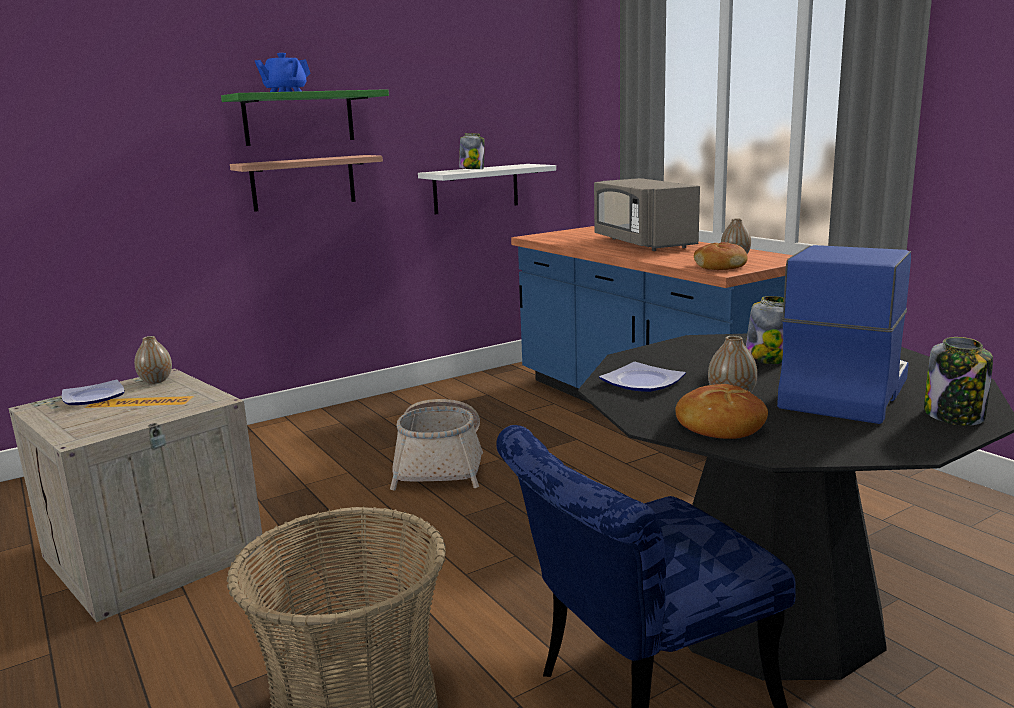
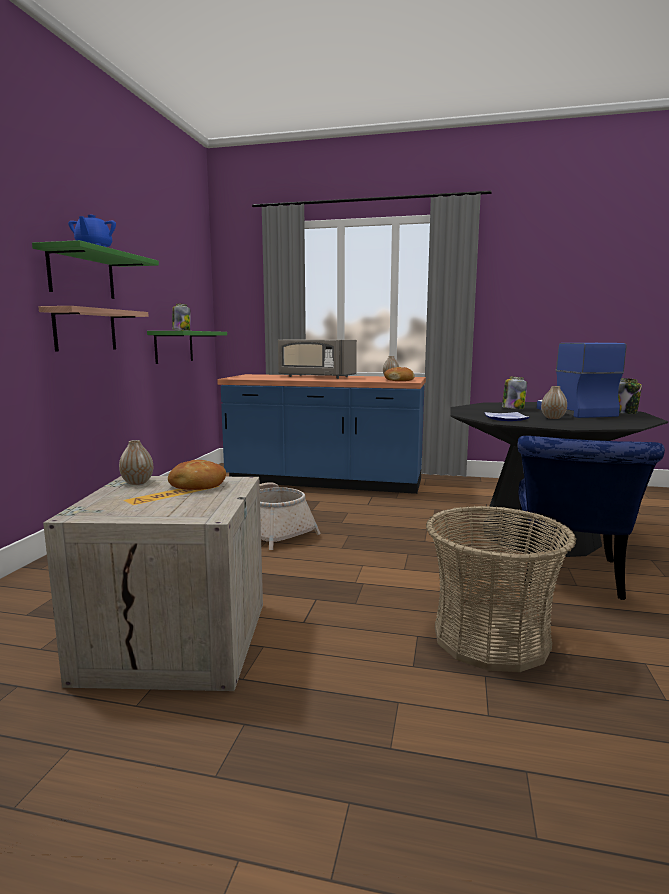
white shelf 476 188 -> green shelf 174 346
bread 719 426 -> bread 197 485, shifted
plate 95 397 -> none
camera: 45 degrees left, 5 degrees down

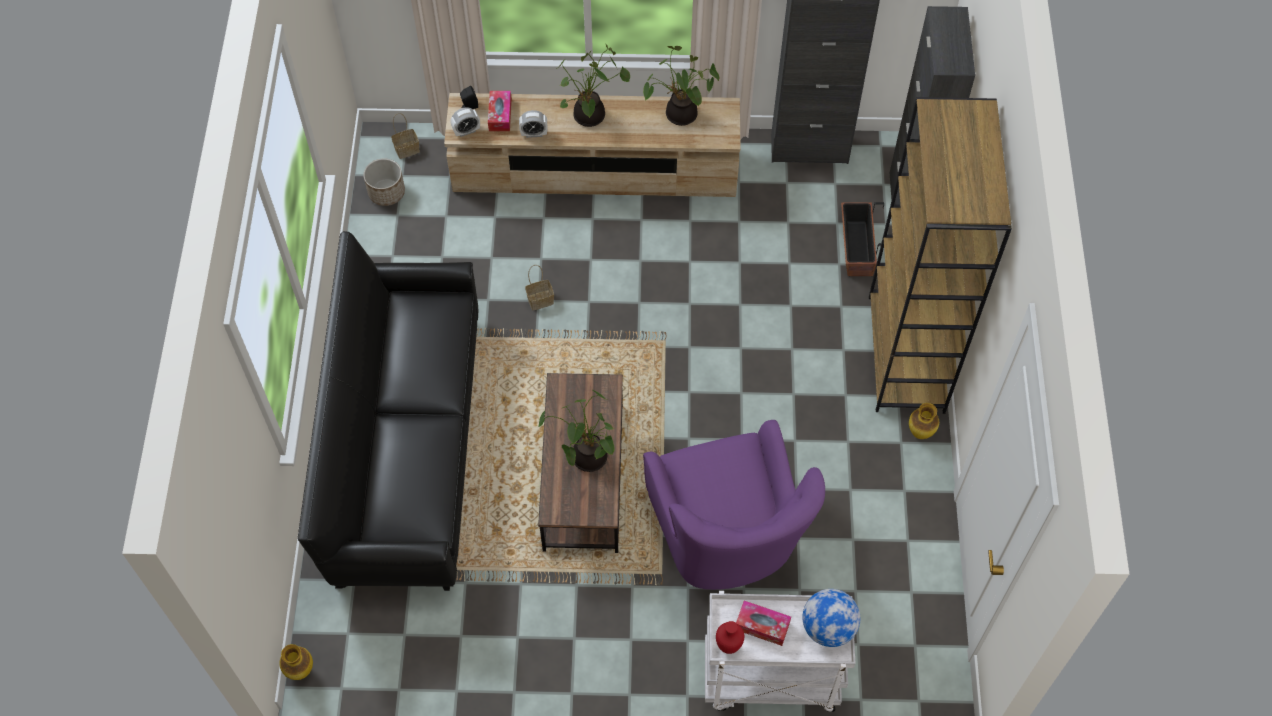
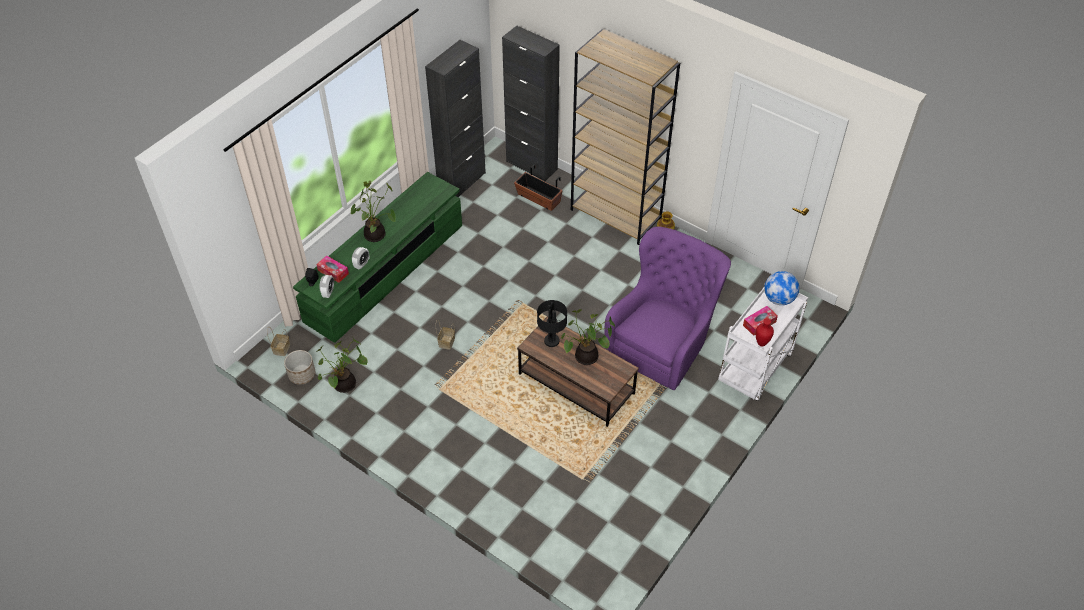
beige tv stand 595 170 -> green tv stand 385 273
potted plant 679 116 -> potted plant 345 386, shifted
none -> black table lamp 552 341
purple armchair 726 539 -> purple armchair 662 343, 75 degrees counterclockwise
vase 300 671 -> none
black sofa 407 447 -> none
camera: 55 degrees left, 10 degrees down

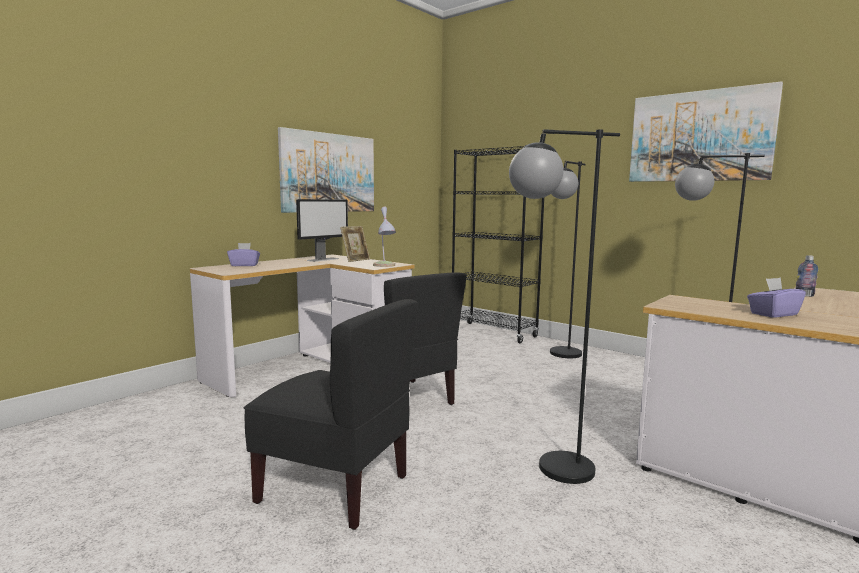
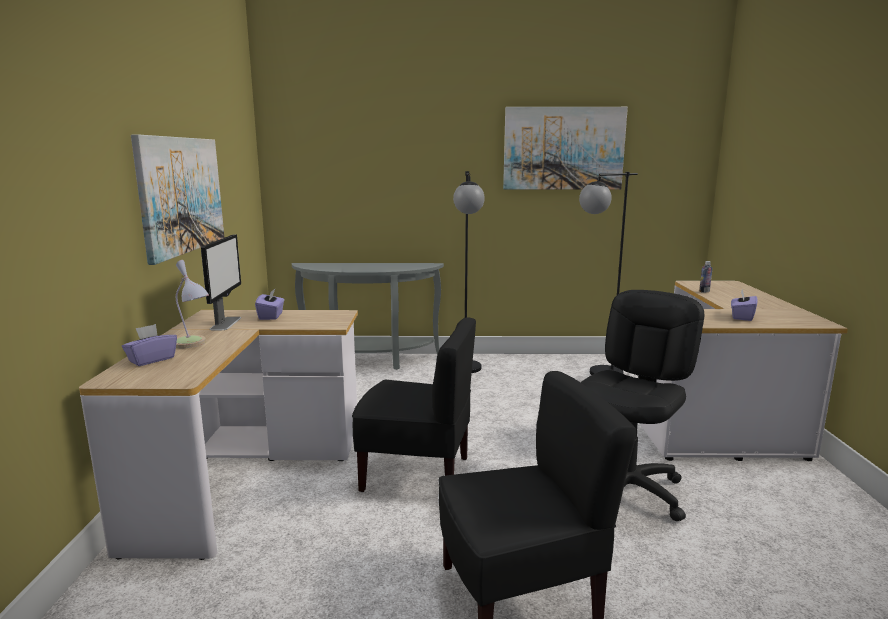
table lamp 385 266 -> table lamp 193 344, shifted
picture frame 355 260 -> purple tissue box 271 316
black bookcase 493 333 -> grey console table 368 361
black floor lamp 548 471 -> black office chair 626 491
camera: 40 degrees left, 5 degrees up

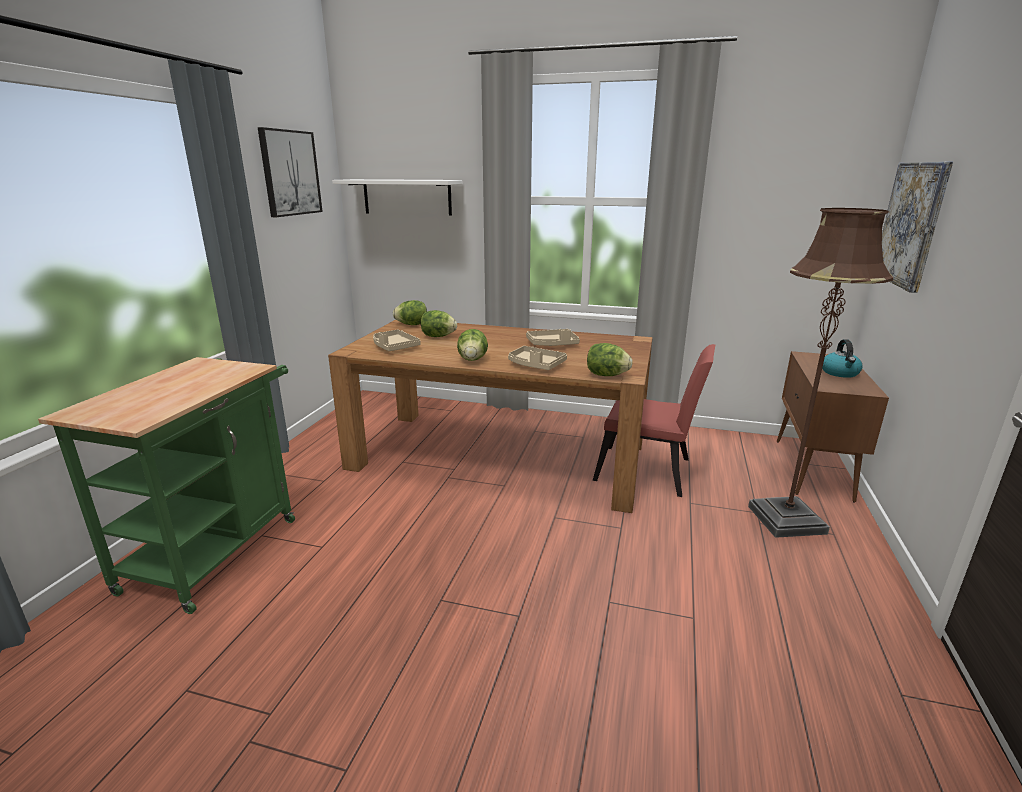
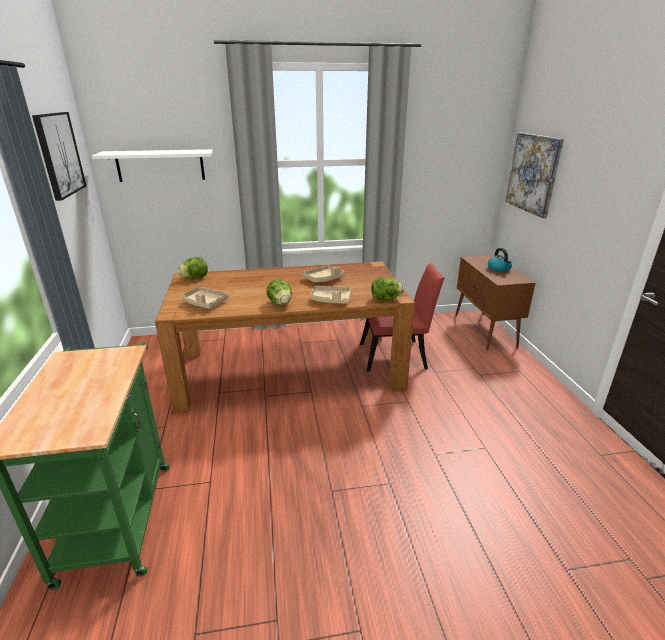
lettuce 438 336 -> none
brown floor lamp 786 520 -> none
camera: 25 degrees left, 5 degrees up

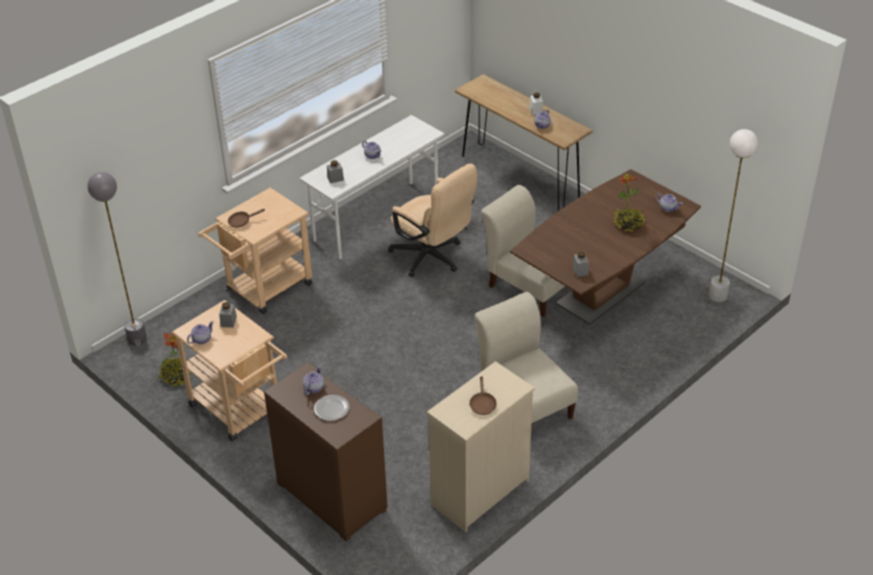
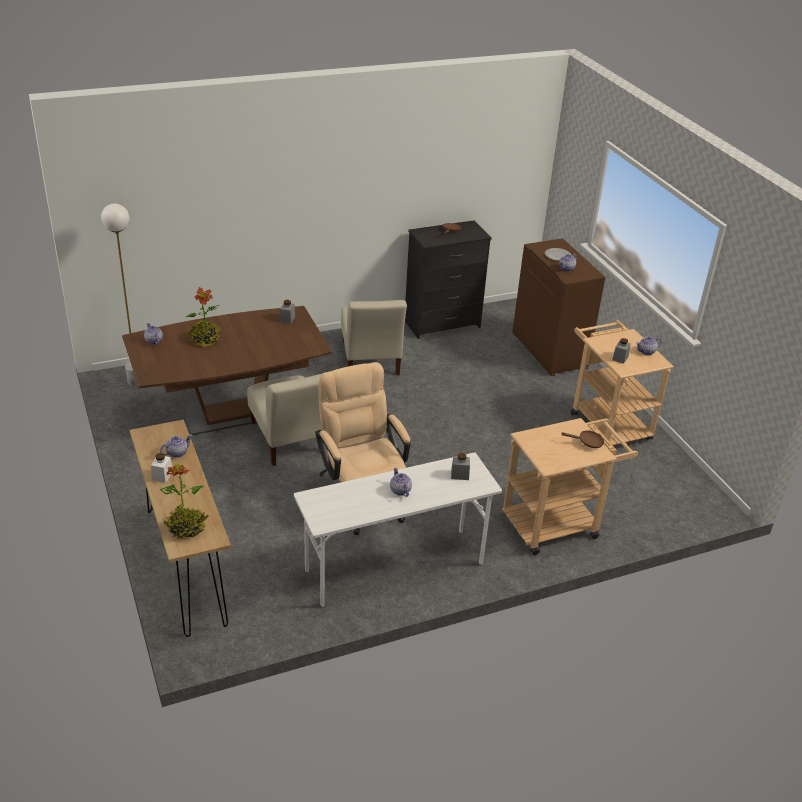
potted plant 176 377 -> potted plant 186 528, shifted
beige dresser 479 493 -> black dresser 443 324
grey floor lamp 137 339 -> none
camera: 160 degrees left, 5 degrees down

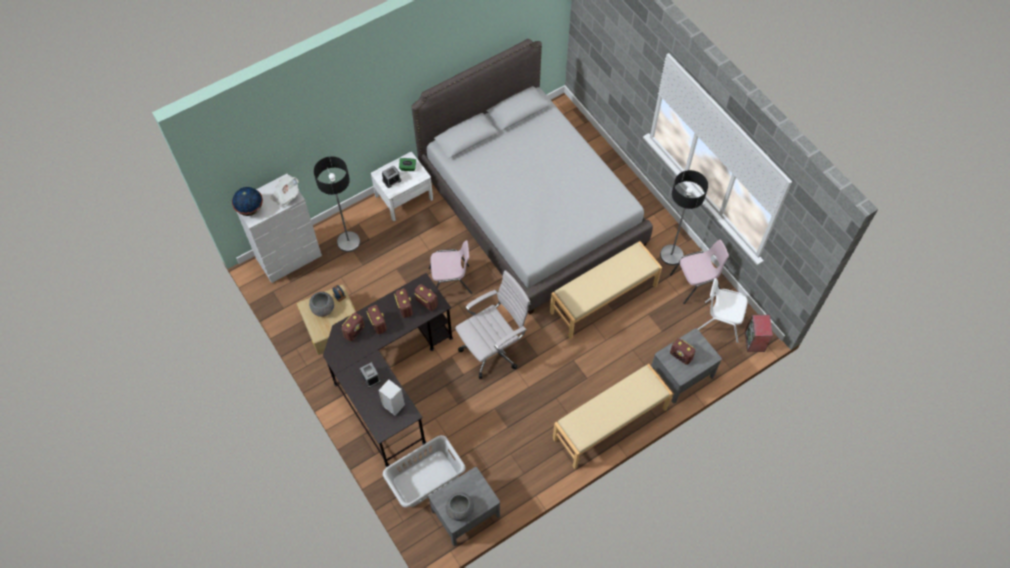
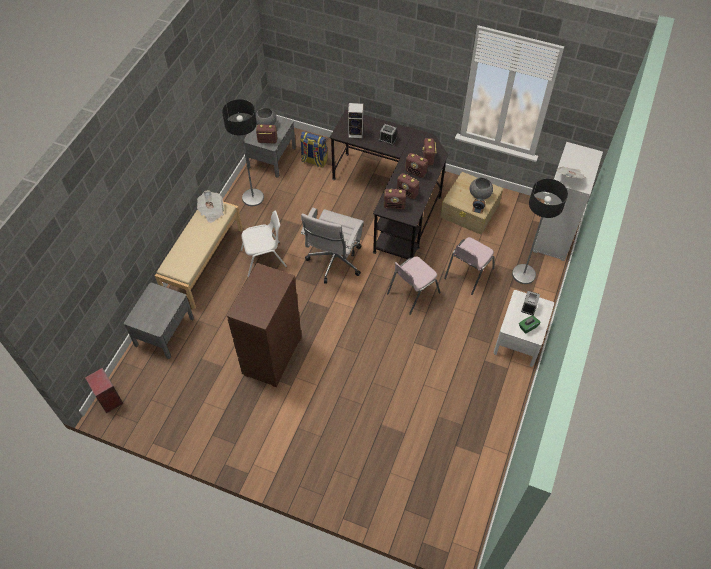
none -> newspaper 211 211
floor lamp 671 254 -> floor lamp 253 198, shifted
beige bench 603 298 -> brown dresser 272 356
white chair 720 321 -> white chair 264 259, shifted
radio 681 356 -> radio 267 141, shifted
grey laundry basket 426 479 -> backpack 314 161
pink chair 696 284 -> pink chair 468 274, shifted
globe 250 209 -> none
grey bed 531 208 -> none
camera: 145 degrees right, 5 degrees down

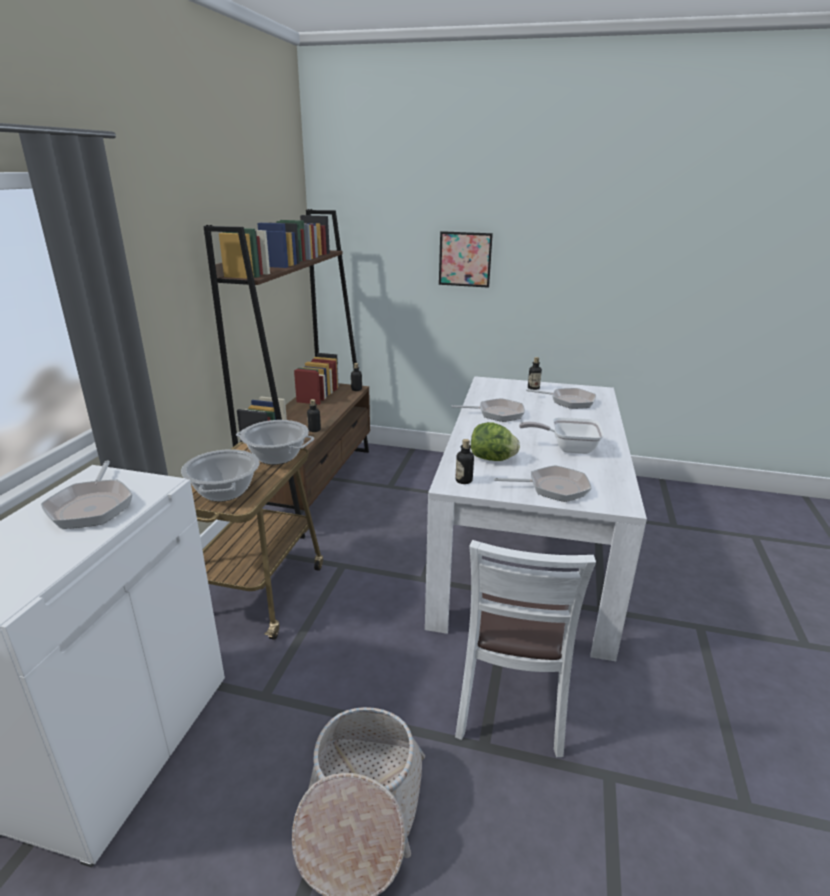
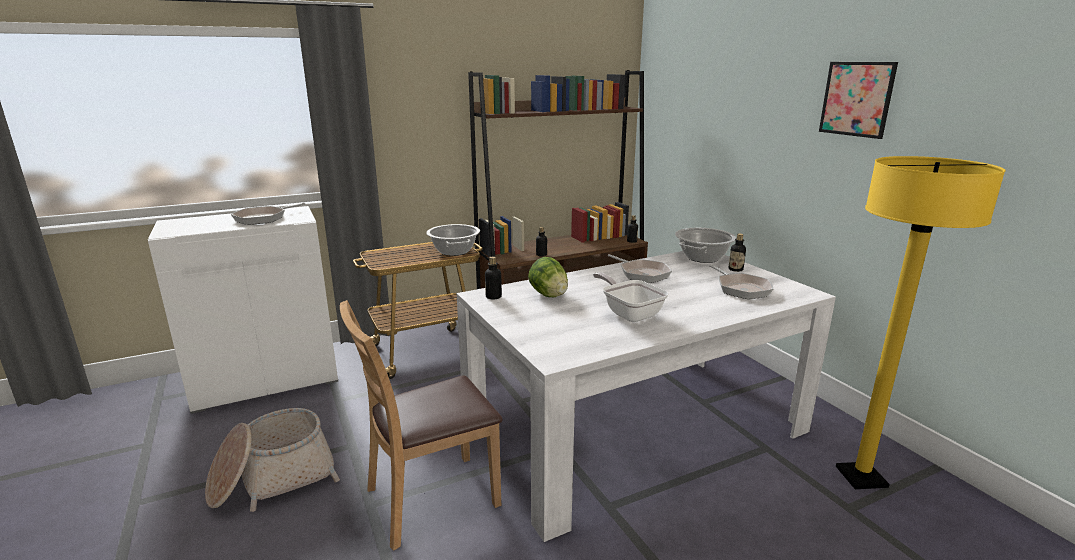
white chair 511 699 -> brown chair 431 498
cooking pot 224 491 -> cooking pot 702 257, shifted
picture 465 259 -> picture 856 99, shifted
none -> yellow floor lamp 861 477
frying pan 553 488 -> none
camera: 50 degrees right, 5 degrees down

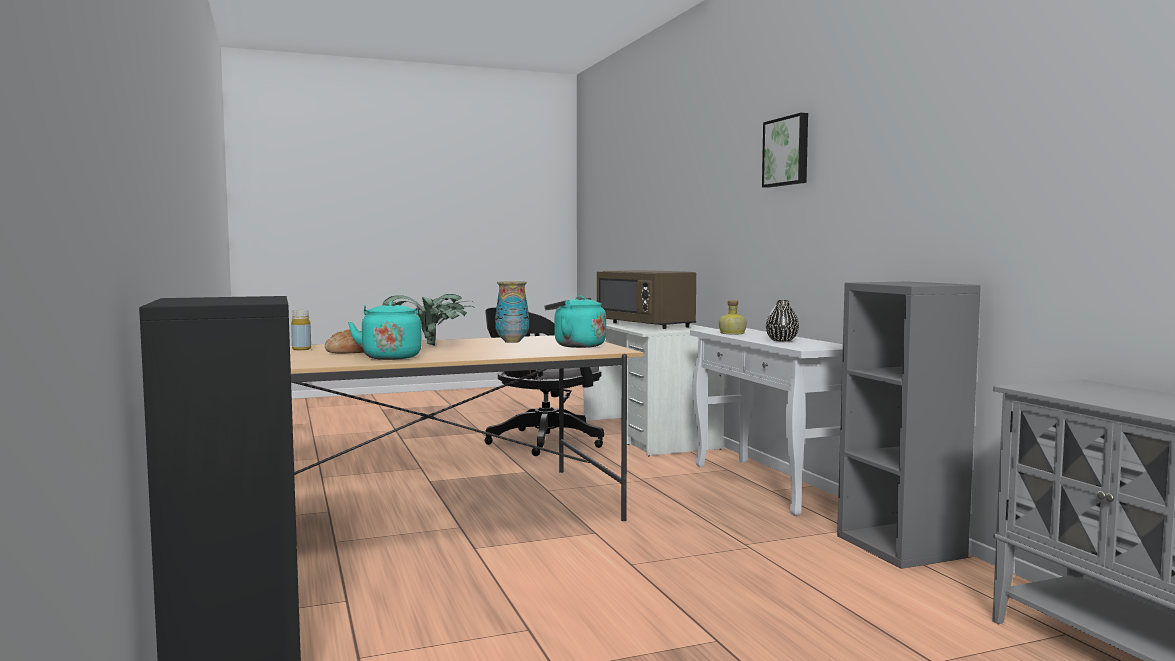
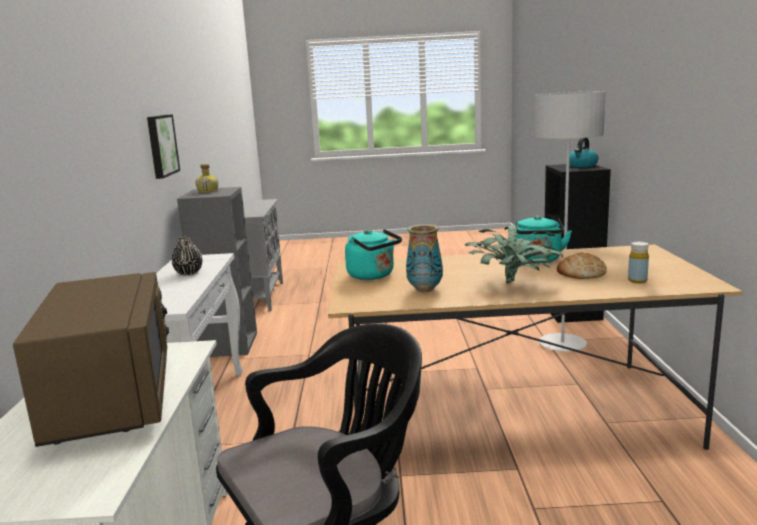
picture 787 151 -> picture 160 145, shifted
bottle 732 333 -> bottle 208 191, shifted
none -> grey floor lamp 562 344
none -> kettle 582 165
camera: 160 degrees left, 10 degrees up

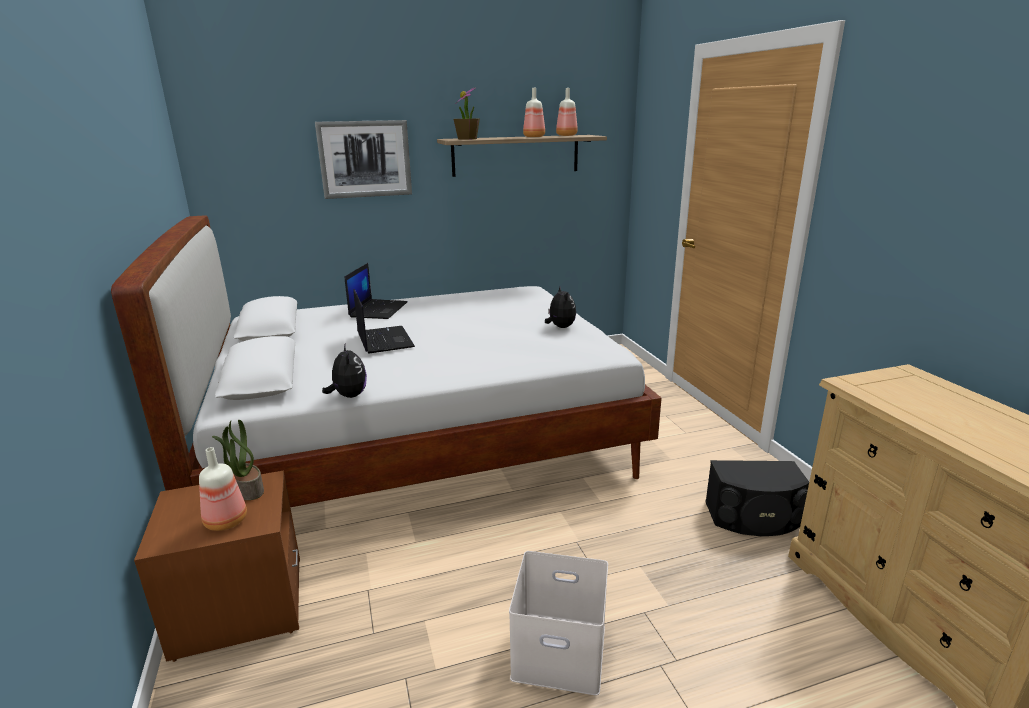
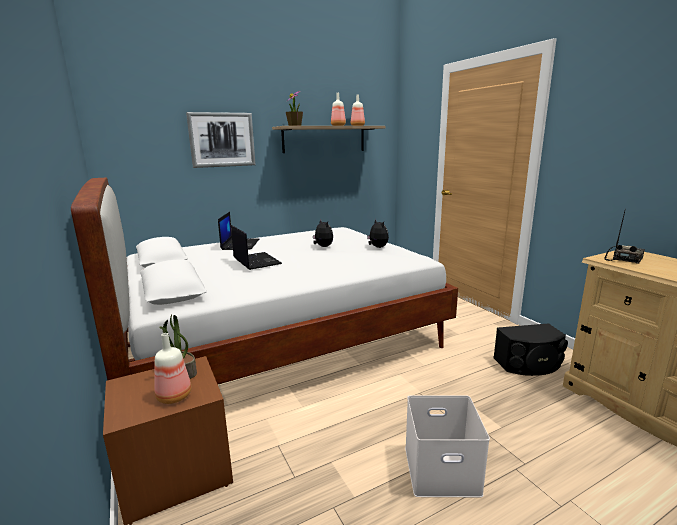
plush toy 348 396 -> plush toy 323 246, shifted
none -> radio 623 259
camera: 10 degrees left, 5 degrees down

